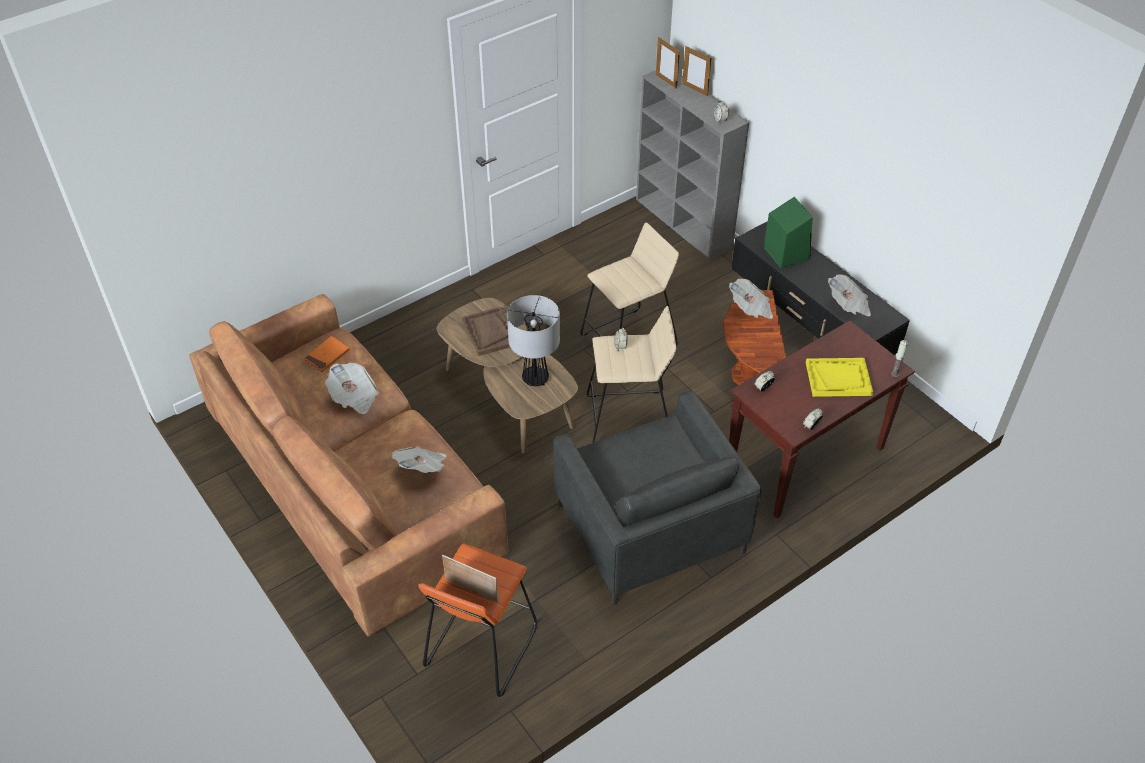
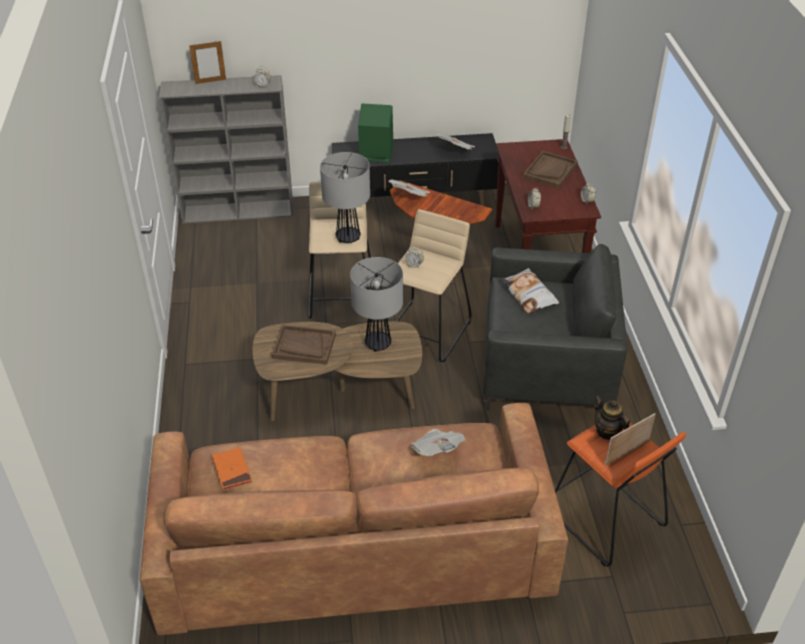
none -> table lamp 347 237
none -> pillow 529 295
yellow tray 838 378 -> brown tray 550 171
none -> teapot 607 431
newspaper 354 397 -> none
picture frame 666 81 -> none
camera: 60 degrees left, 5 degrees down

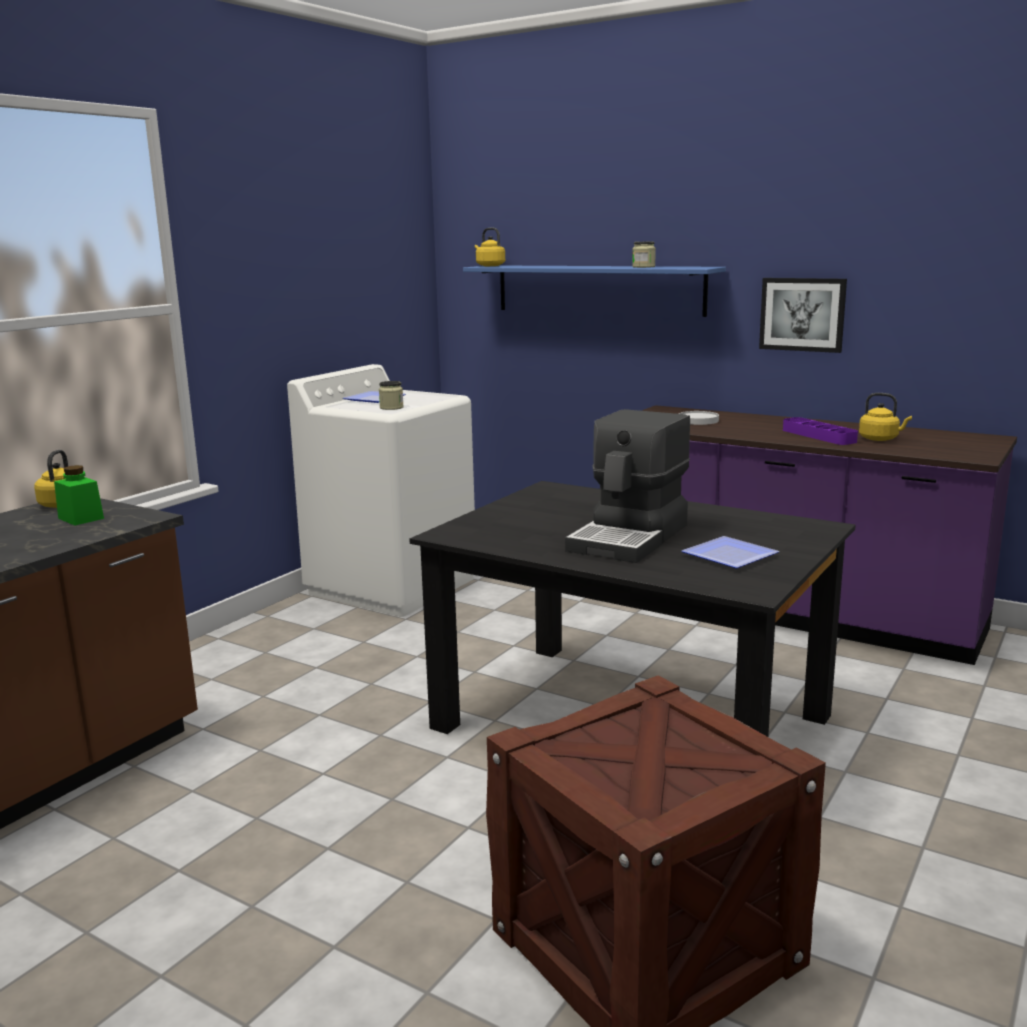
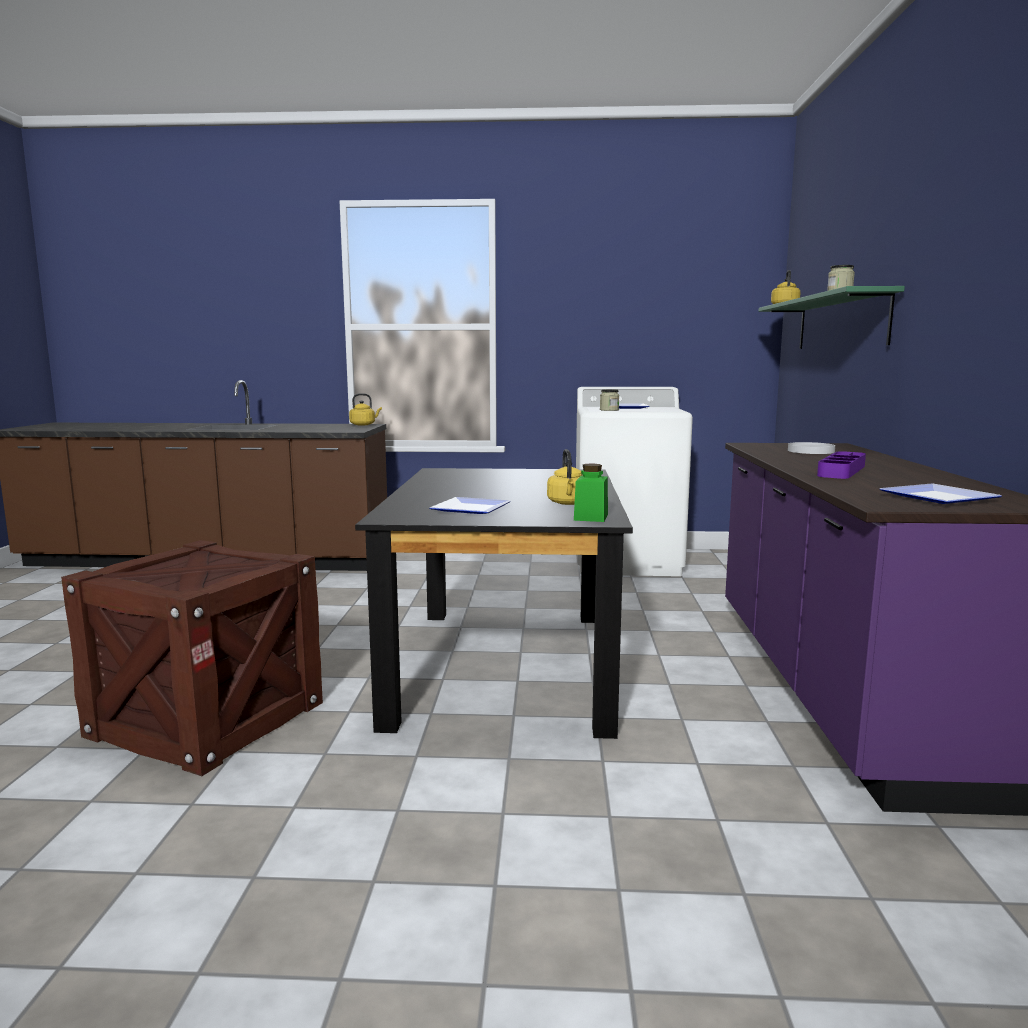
yellow kettle 880 439 -> yellow kettle 568 503, shifted
green jar 81 518 -> green jar 591 517, shifted
blue shelf 598 289 -> green shelf 840 323
none -> plate 937 497
coffee machine 630 538 -> none
picture 802 314 -> none
camera: 60 degrees right, 5 degrees down

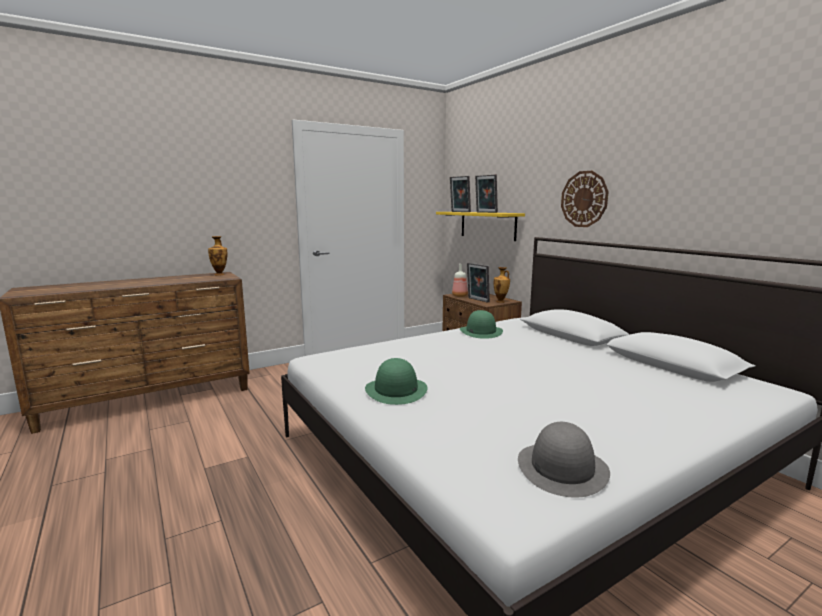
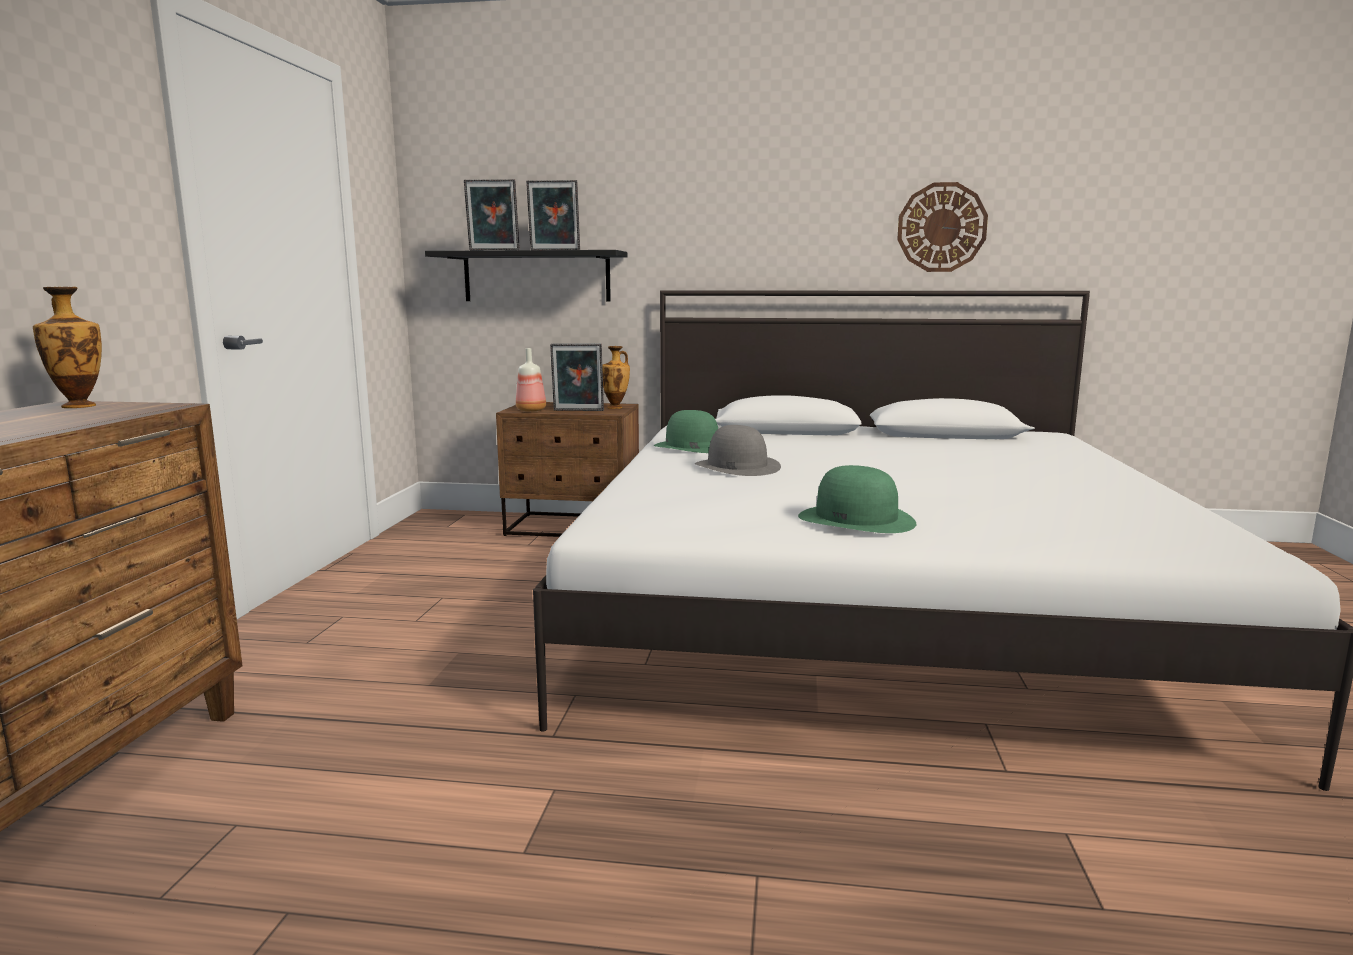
yellow shelf 487 225 -> black shelf 536 277
grey hat 562 468 -> grey hat 737 466, shifted
wall clock 584 199 -> wall clock 941 227, shifted
camera: 50 degrees left, 0 degrees up

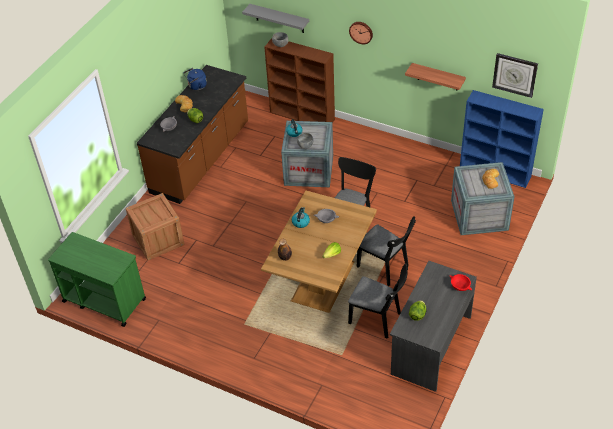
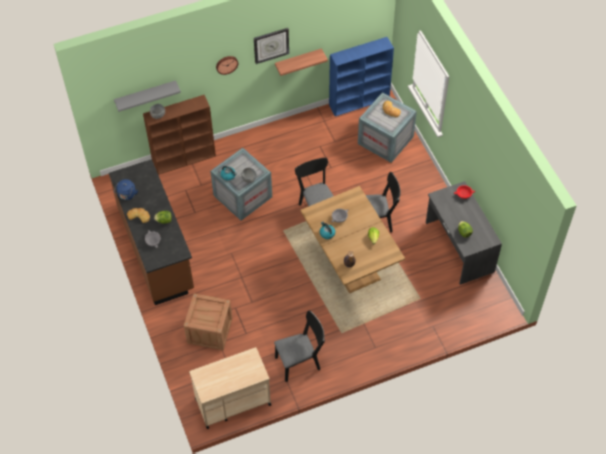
green cart 104 300 -> beige cart 232 402
wall clock 515 74 -> wall clock 271 45, shifted
black chair 378 320 -> black chair 301 361, shifted
camera: 50 degrees left, 10 degrees up

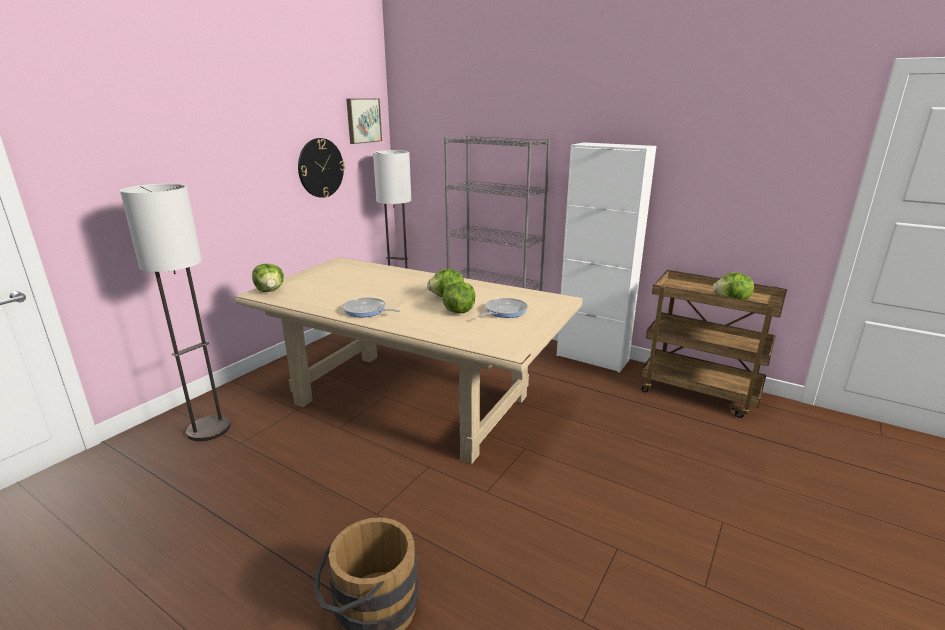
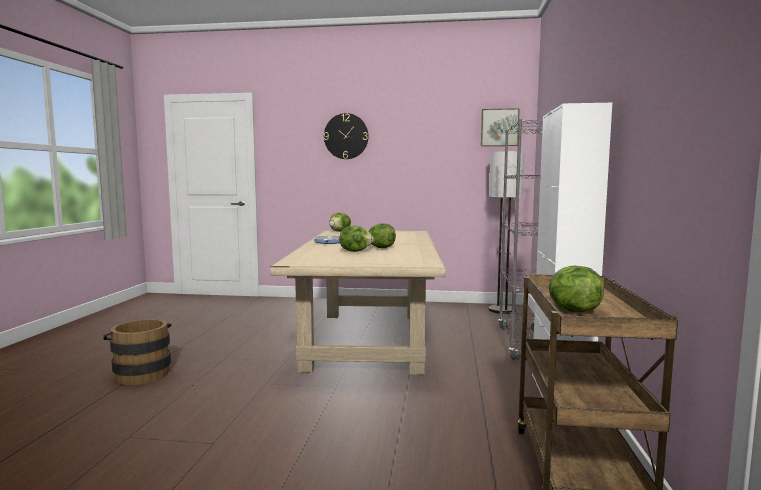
wall clock 320 168 -> wall clock 346 136, shifted
floor lamp 209 429 -> none
frying pan 504 311 -> none
camera: 65 degrees right, 15 degrees down

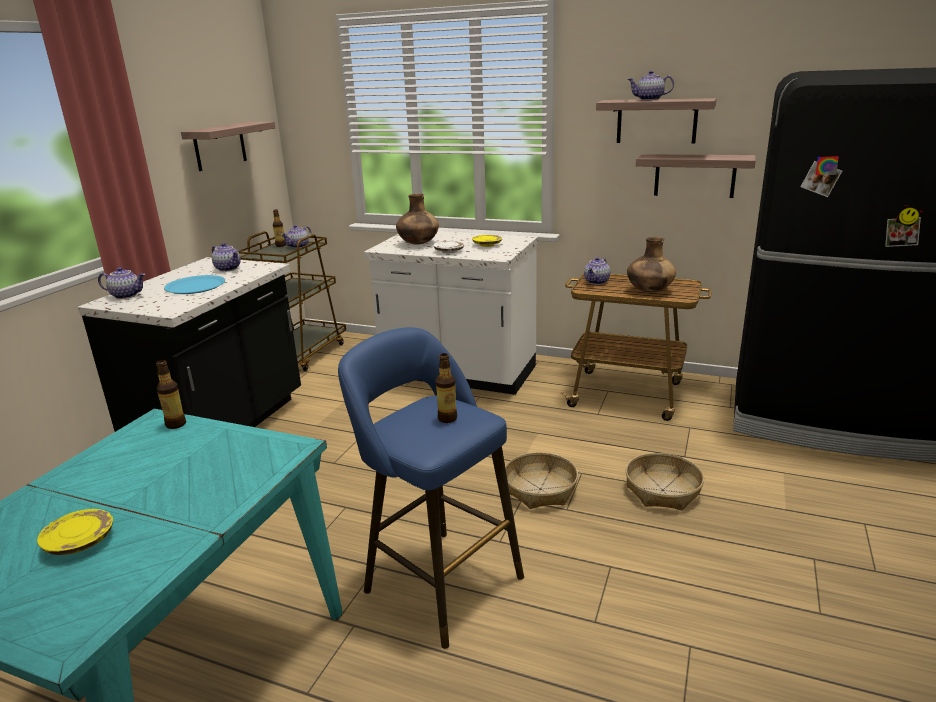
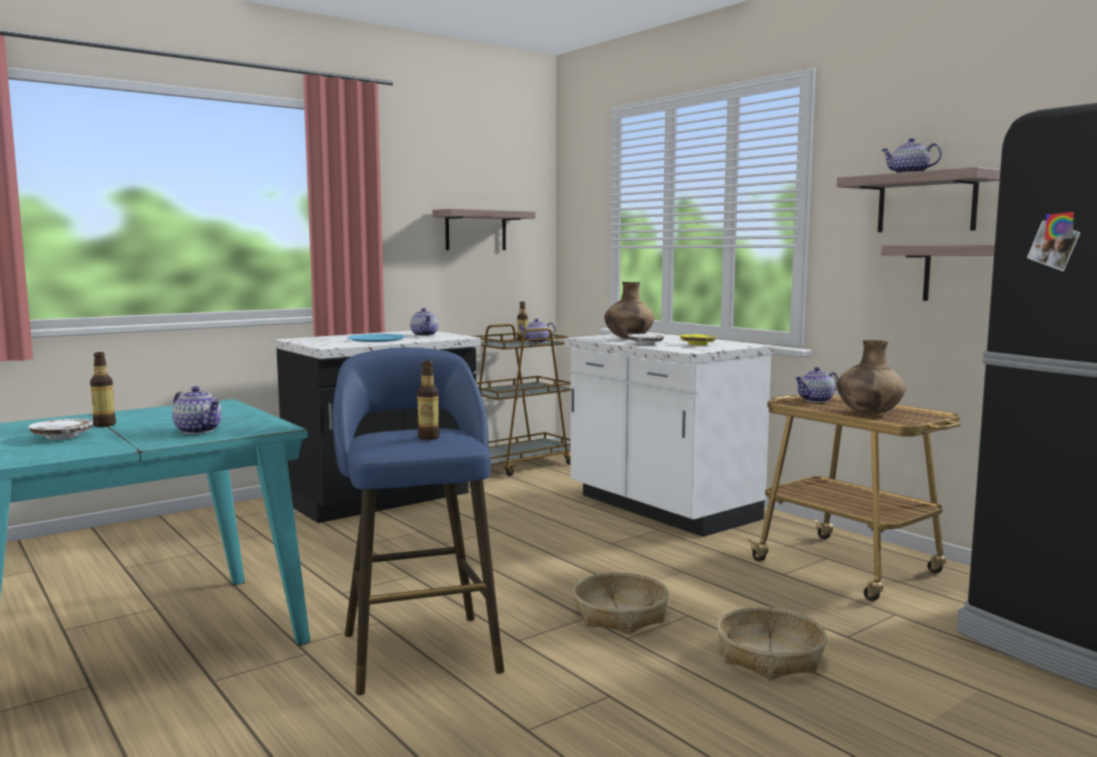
yellow plate 80 541 -> white plate 62 437
bottle 176 424 -> bottle 104 425, shifted
teapot 127 295 -> teapot 199 431, shifted
camera: 30 degrees right, 15 degrees down

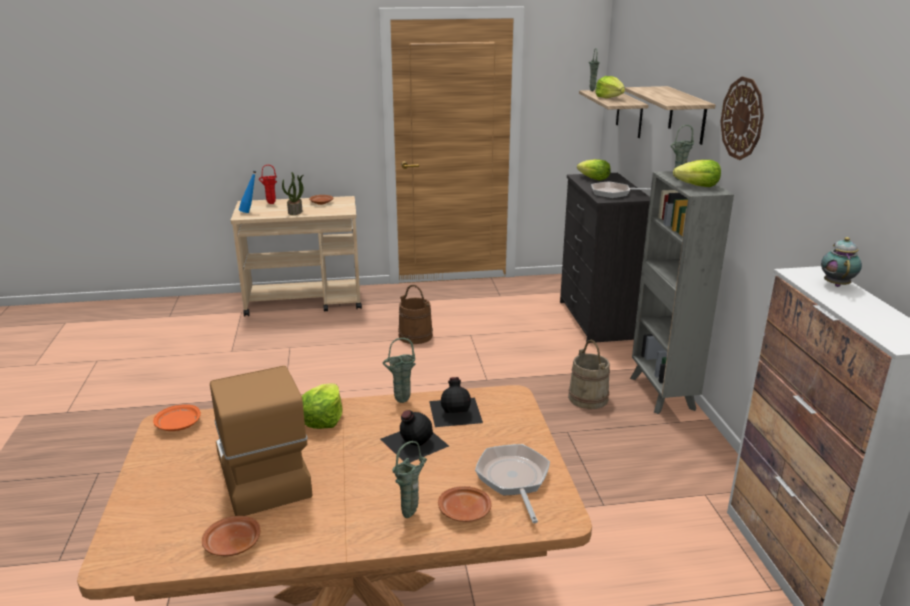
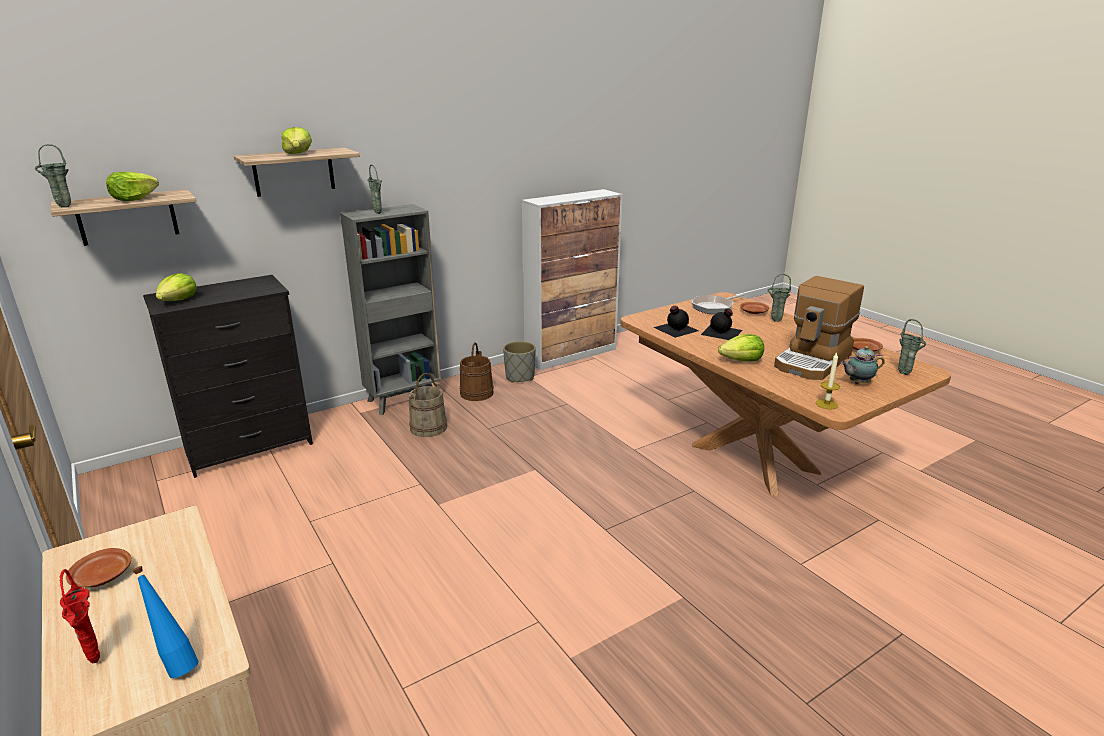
lettuce 697 186 -> lettuce 298 154, shifted
brown bucket 415 336 -> brown bucket 476 393, shifted
none -> grey planter 520 377
orange plate 178 425 -> candle 826 404
teapot 836 284 -> teapot 857 383, shifted
green vase 400 402 -> green vase 905 374, shifted
potted plant 295 212 -> none
frying pan 613 193 -> none
wall clock 742 118 -> none
camera: 115 degrees left, 0 degrees up

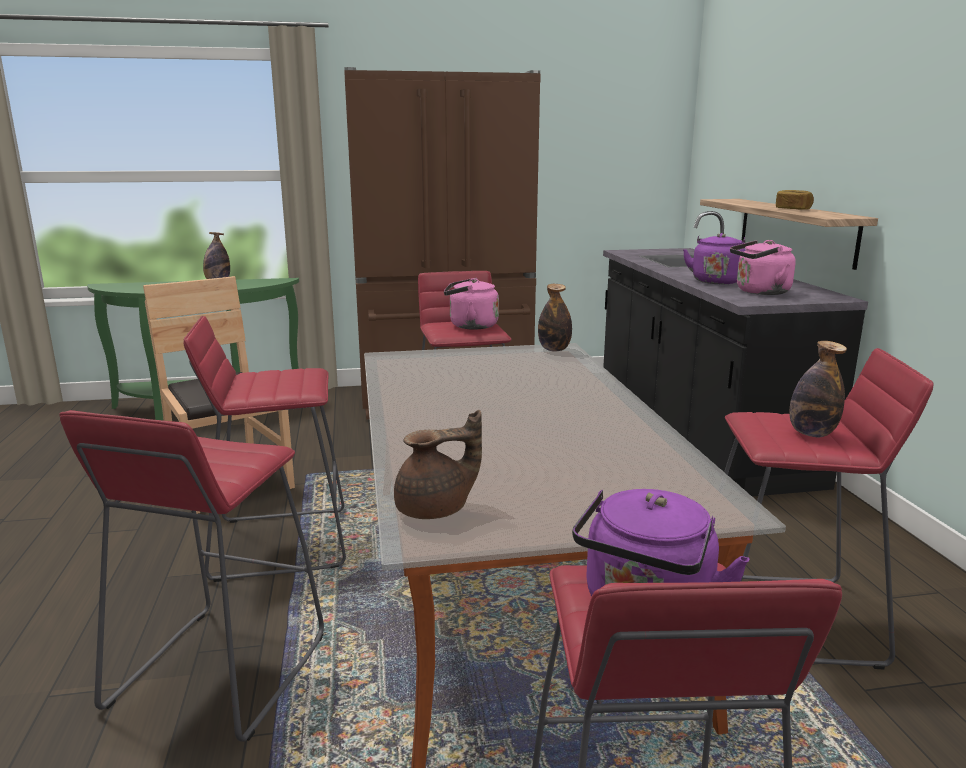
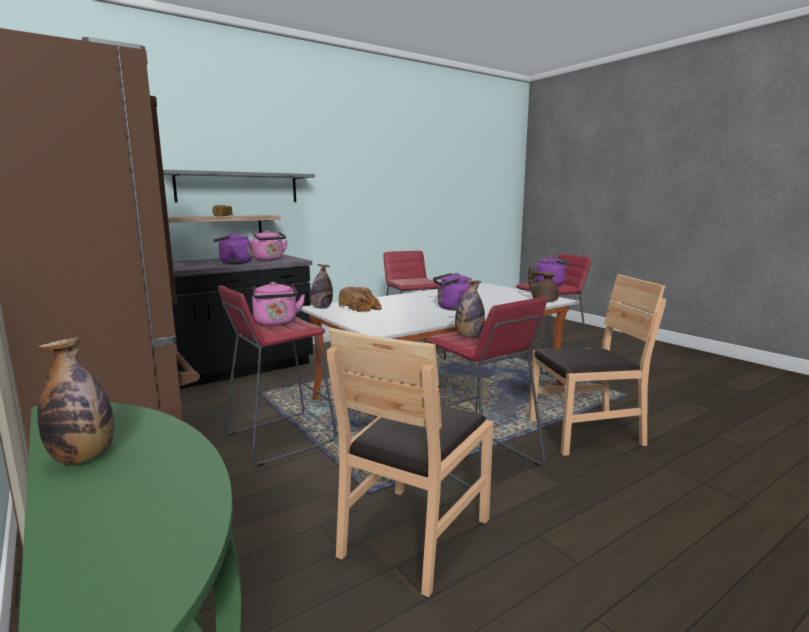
none -> grey shelf 238 187
none -> bread 360 308
none -> purple kettle 453 308
bottle 811 433 -> bottle 469 336, shifted
red stool 218 671 -> brown chair 585 433
camera: 115 degrees left, 5 degrees down

